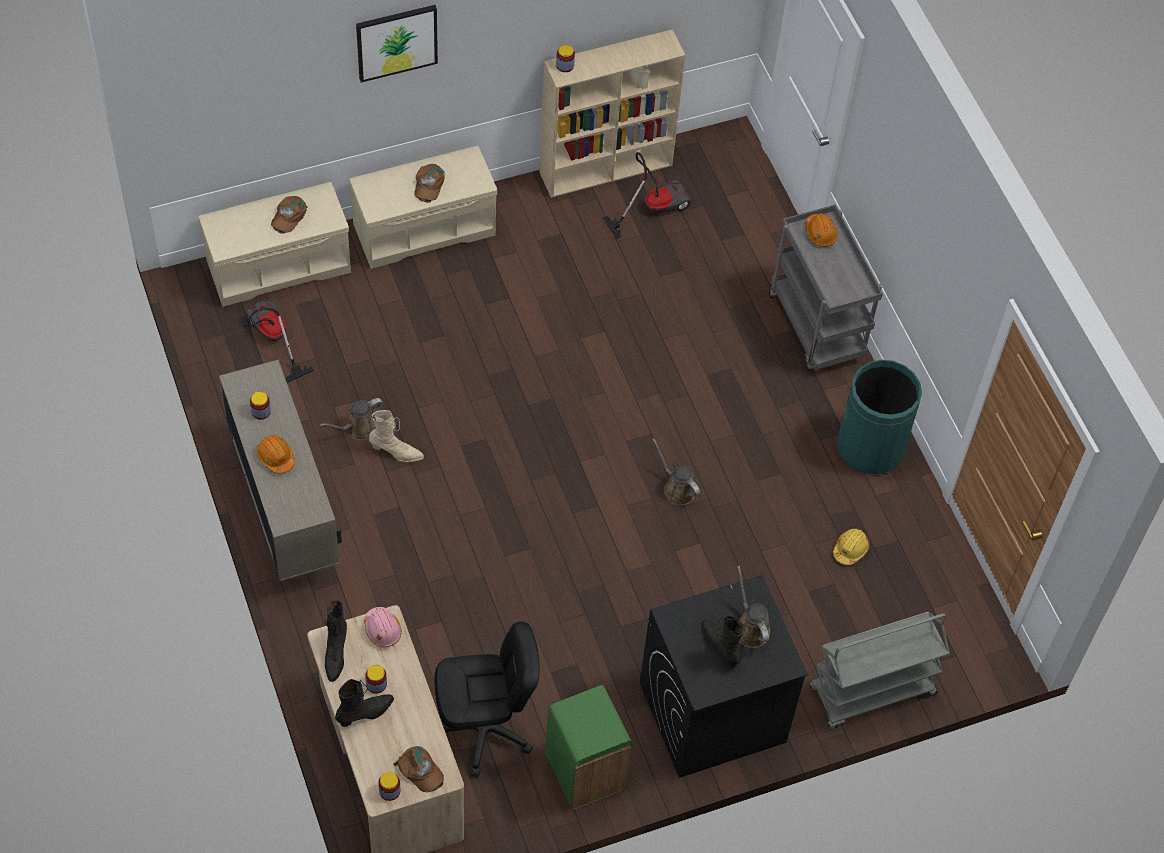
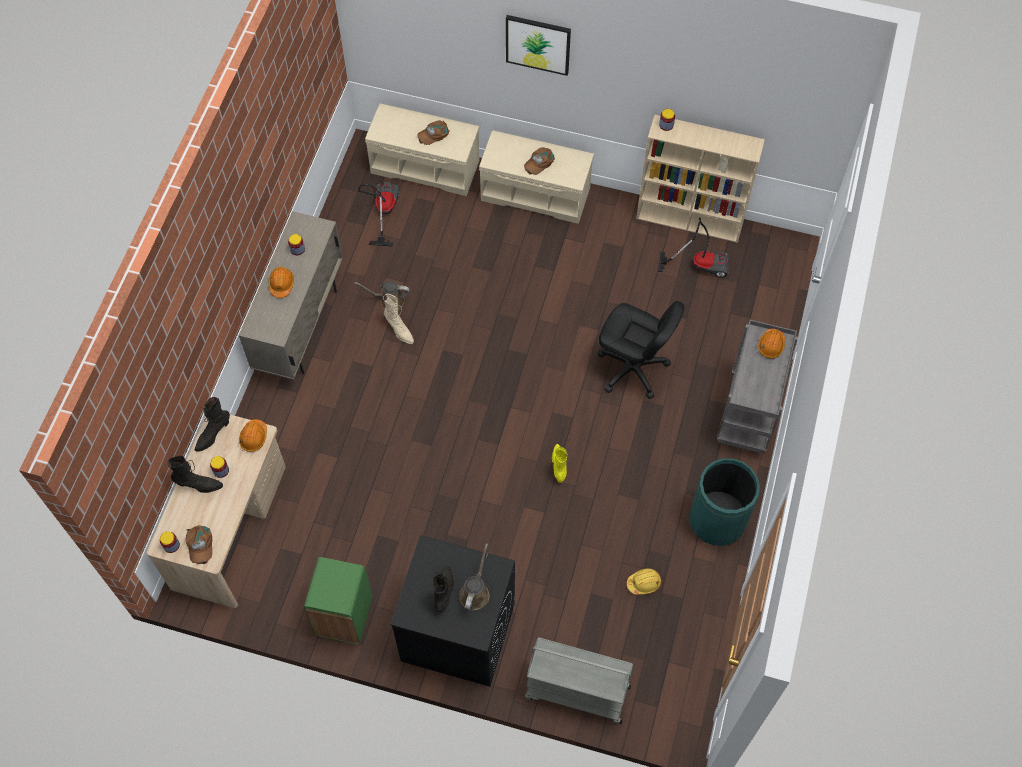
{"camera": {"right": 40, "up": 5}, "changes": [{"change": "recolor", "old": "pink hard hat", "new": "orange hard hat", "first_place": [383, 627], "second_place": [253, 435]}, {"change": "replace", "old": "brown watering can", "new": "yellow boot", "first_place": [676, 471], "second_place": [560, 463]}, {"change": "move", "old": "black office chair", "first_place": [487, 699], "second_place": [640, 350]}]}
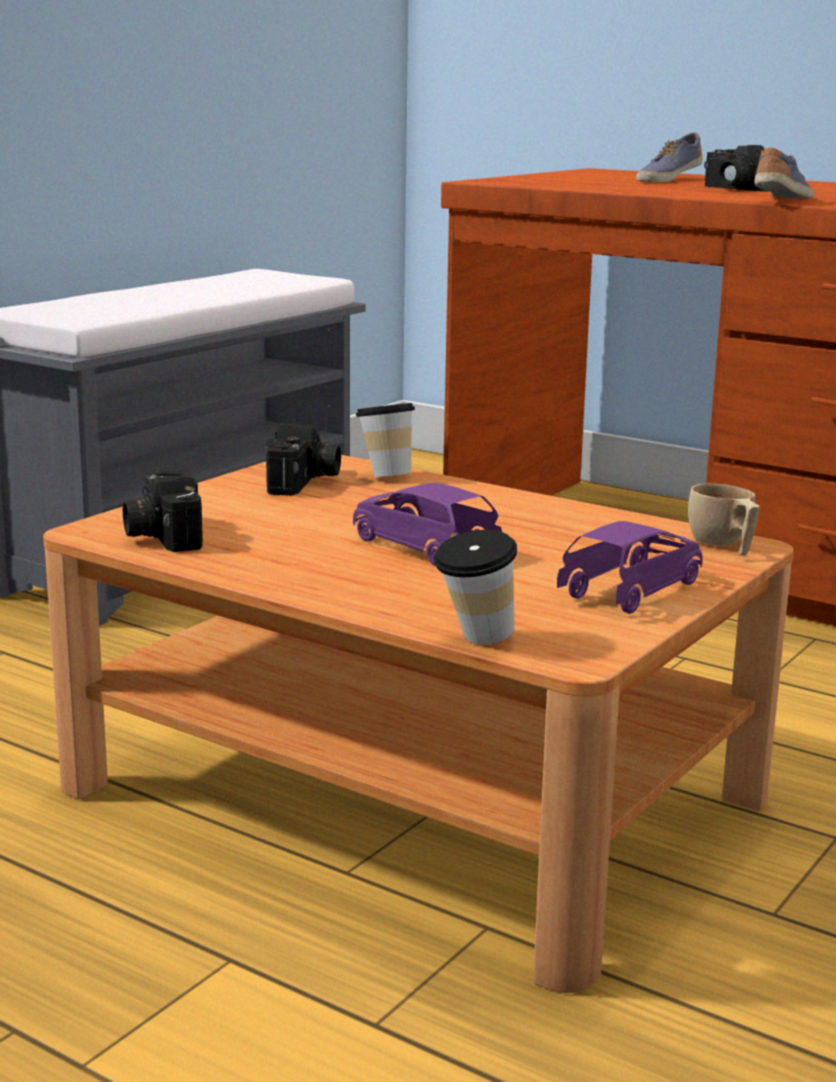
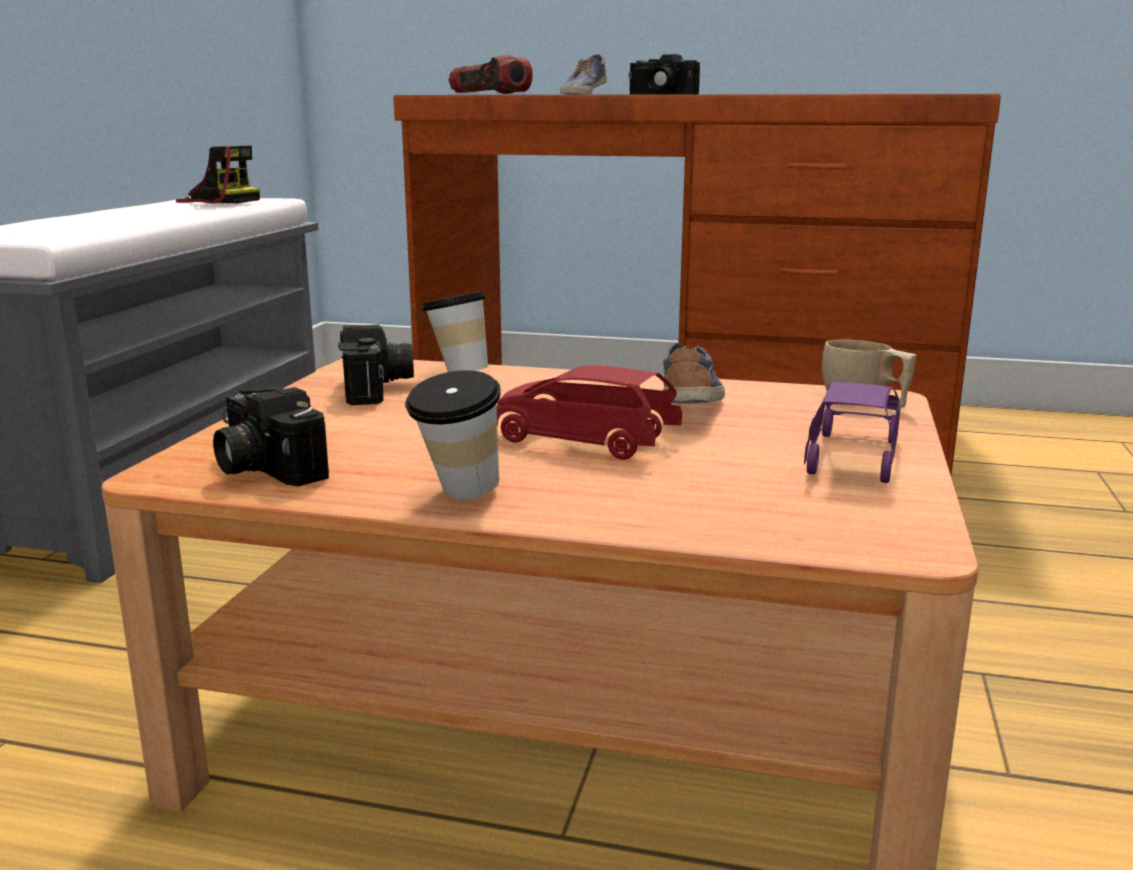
{"camera": {"right": -20, "up": 0}, "changes": [{"change": "insert", "new": "photo camera", "second_place": [218, 175]}, {"change": "move", "old": "cup", "first_place": [475, 587], "second_place": [453, 435]}, {"change": "insert", "new": "flashlight", "second_place": [491, 74]}, {"change": "recolor", "old": "purple toy car", "new": "red toy car", "first_place": [427, 524], "second_place": [589, 412]}, {"change": "move", "old": "shoe", "first_place": [784, 173], "second_place": [694, 373]}]}
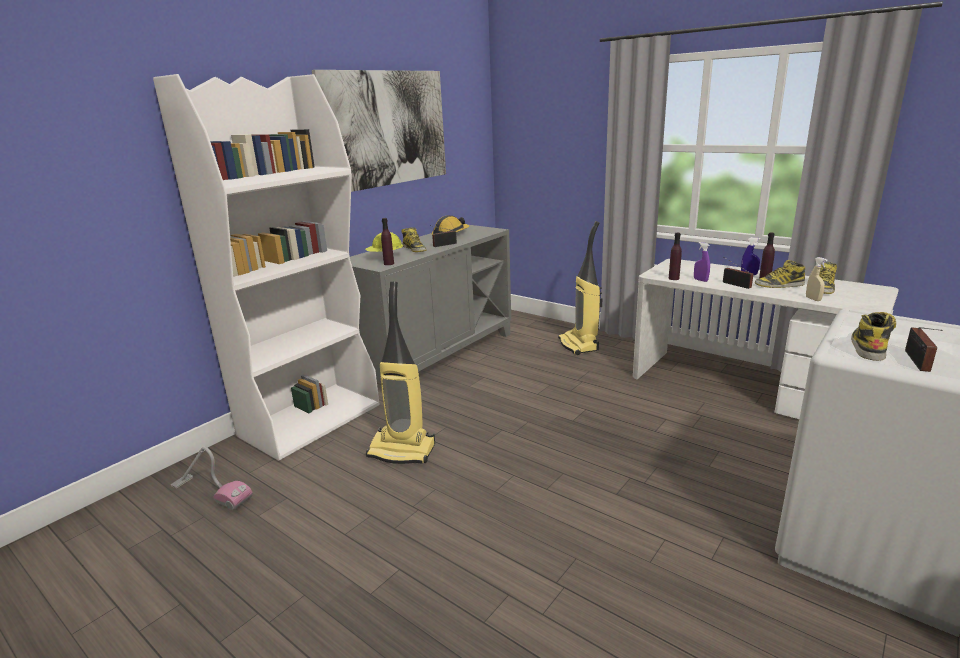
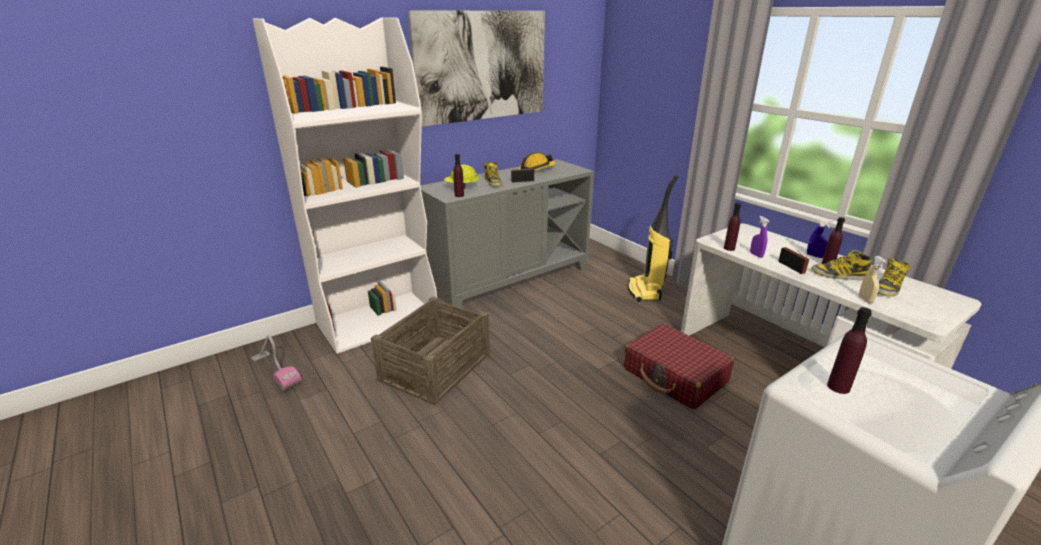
{"camera": {"right": 15, "up": 5}, "changes": [{"change": "replace", "old": "vacuum cleaner", "new": "crate", "first_place": [400, 372], "second_place": [430, 350]}, {"change": "insert", "new": "red suitcase", "second_place": [679, 366]}, {"change": "replace", "old": "boot", "new": "purple bottle", "first_place": [873, 336], "second_place": [849, 350]}, {"change": "delete", "old": "radio", "first_place": [924, 349]}]}
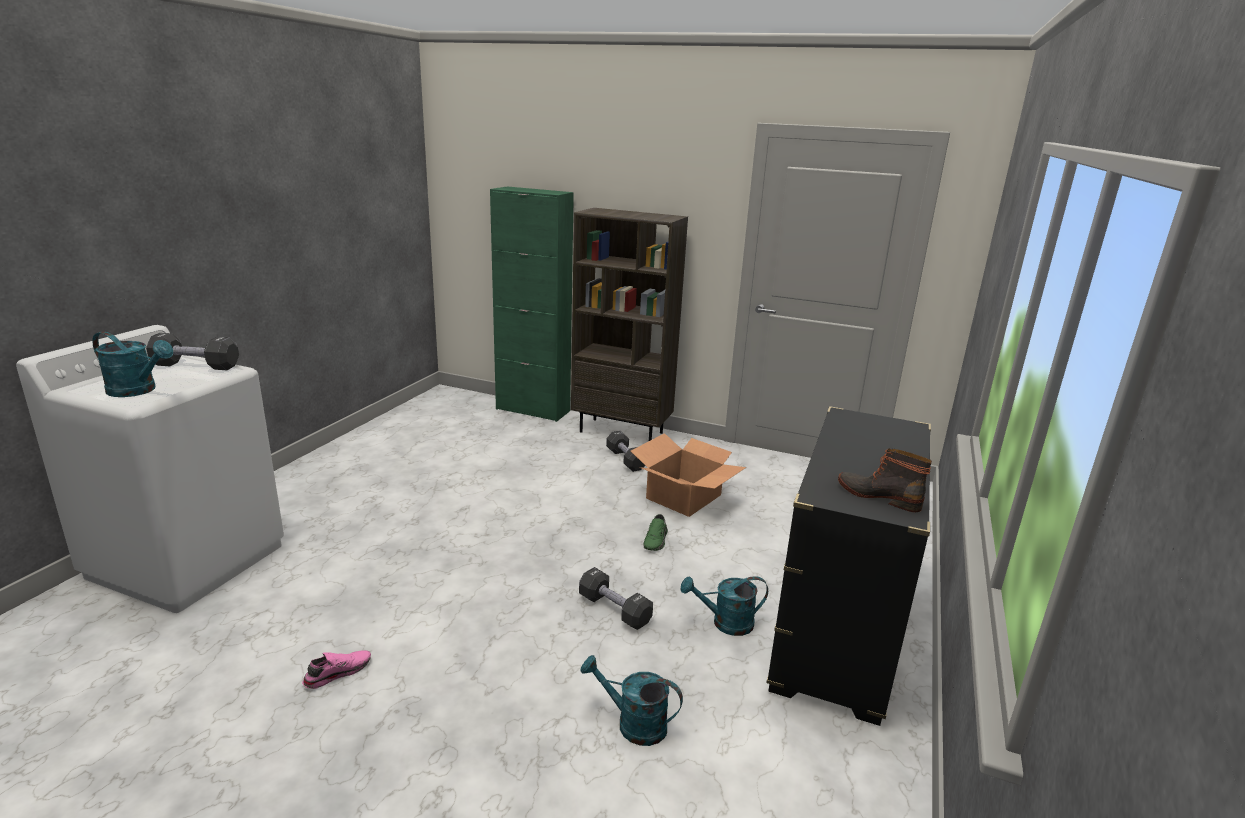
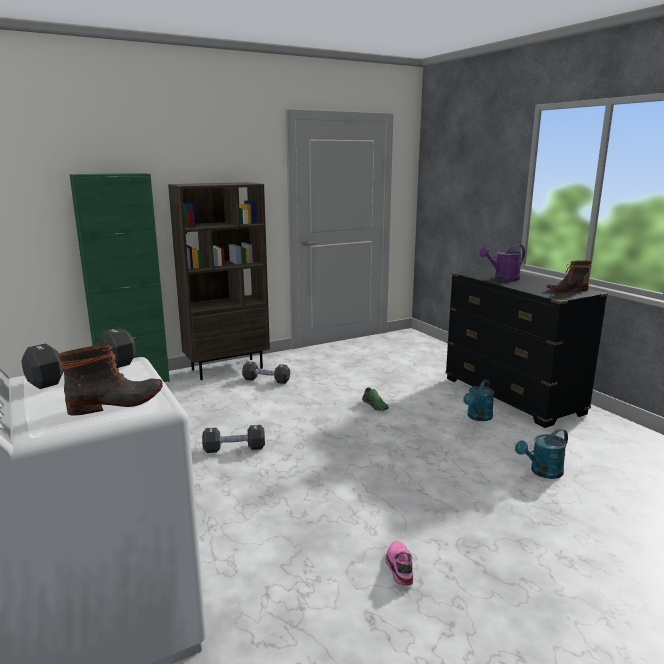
{"camera": {"right": -50, "up": -5}, "changes": [{"change": "replace", "old": "turquoise watering can", "new": "boot", "first_place": [132, 364], "second_place": [110, 380]}, {"change": "move", "old": "black dumbbell", "first_place": [616, 598], "second_place": [233, 439]}, {"change": "insert", "new": "purple watering can", "second_place": [502, 262]}, {"change": "delete", "old": "cardboard box", "first_place": [688, 475]}]}
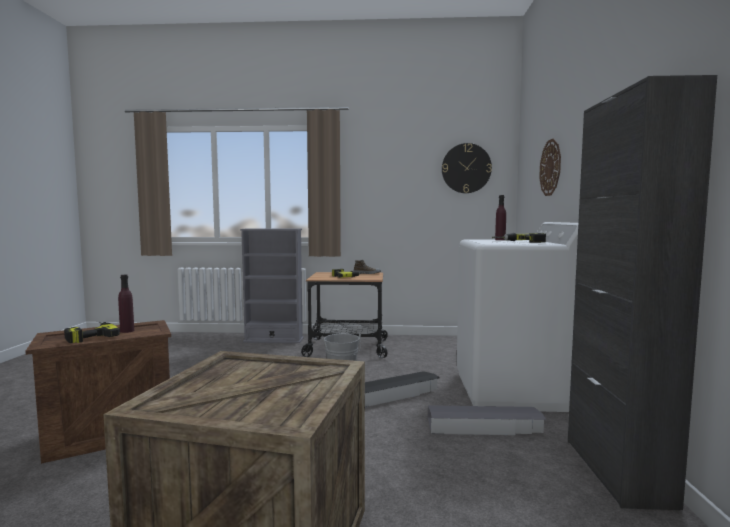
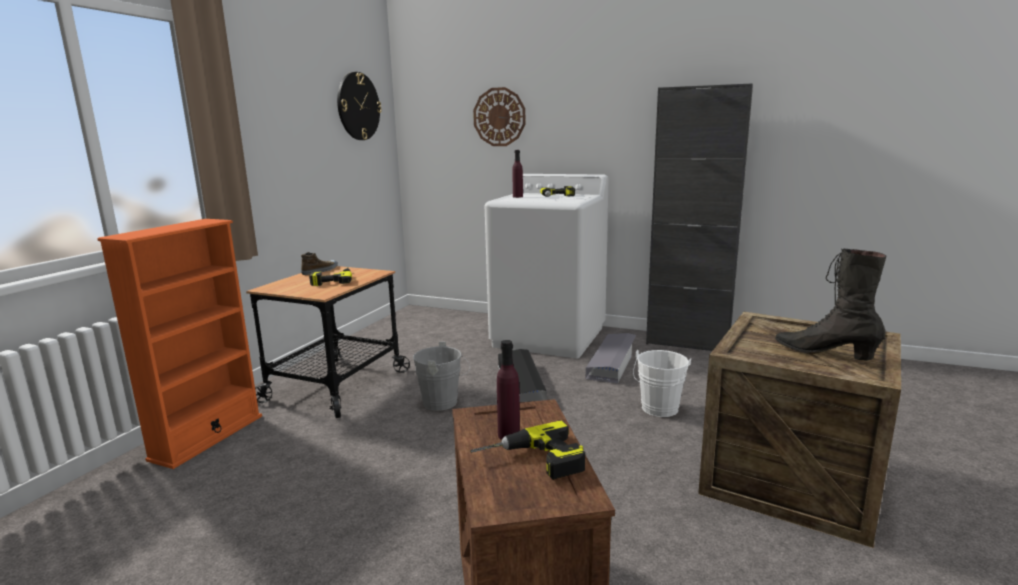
{"camera": {"right": -70, "up": 10}, "changes": [{"change": "recolor", "old": "grey bookcase", "new": "orange bookcase", "first_place": [272, 285], "second_place": [179, 344]}, {"change": "insert", "new": "white bucket", "second_place": [662, 383]}, {"change": "insert", "new": "black boot", "second_place": [831, 304]}]}
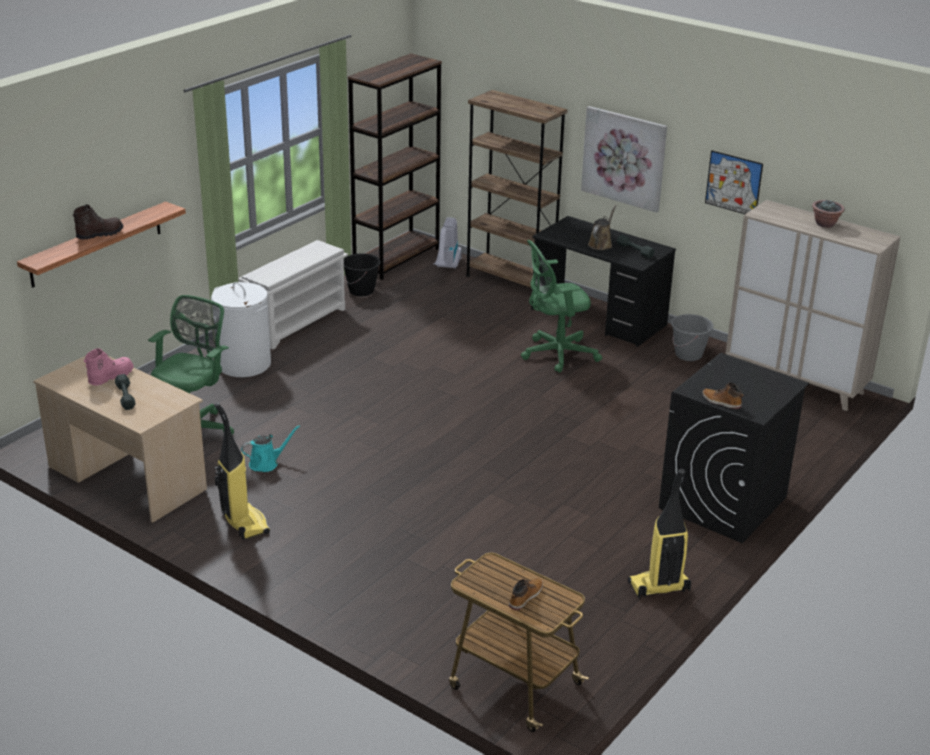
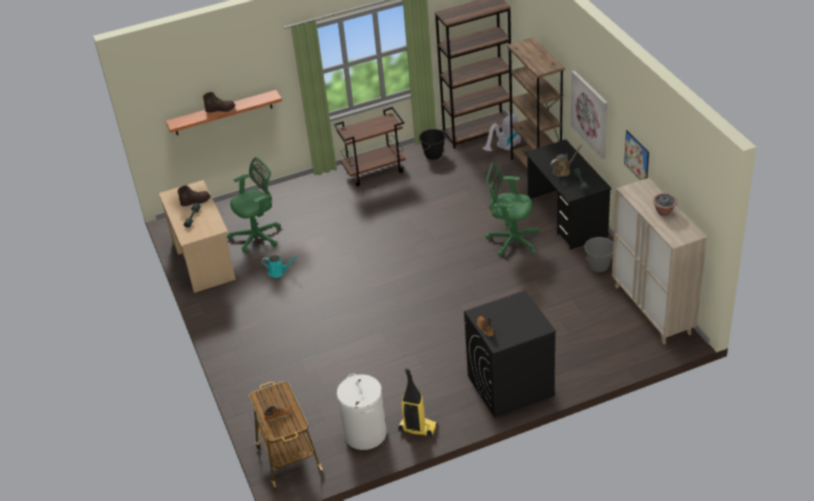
{"camera": {"right": 35, "up": 10}, "changes": [{"change": "recolor", "old": "pink boot", "new": "brown boot", "first_place": [109, 366], "second_place": [194, 195]}, {"change": "replace", "old": "white shoe rack", "new": "brown cart", "first_place": [293, 294], "second_place": [370, 147]}, {"change": "move", "old": "white laundry basket", "first_place": [241, 329], "second_place": [362, 412]}, {"change": "delete", "old": "vacuum cleaner", "first_place": [242, 471]}]}
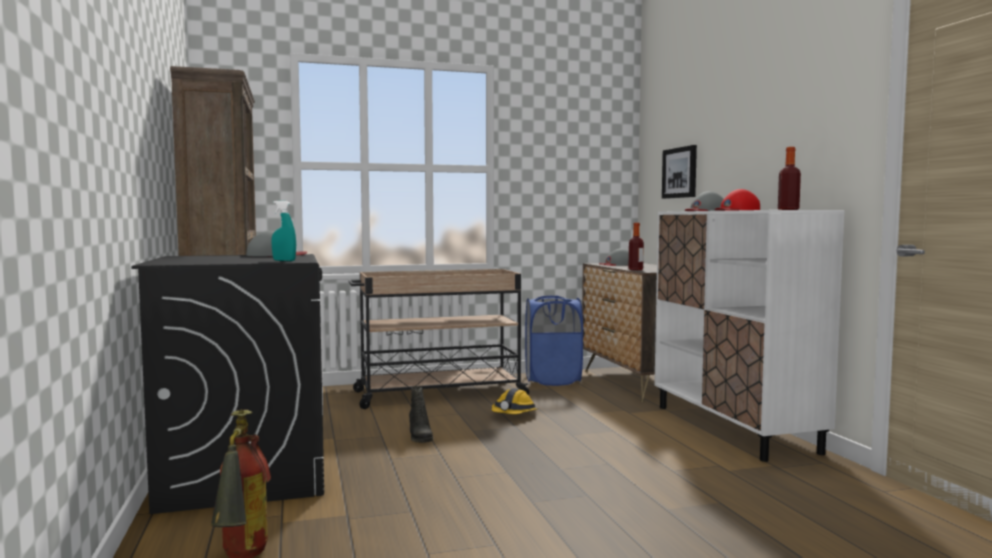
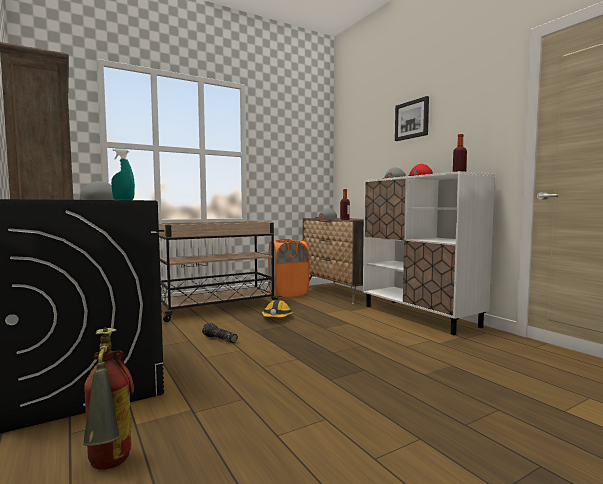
{"camera": {"right": -15, "up": 0}, "changes": [{"change": "replace", "old": "black boot", "new": "flashlight", "first_place": [421, 414], "second_place": [220, 333]}, {"change": "recolor", "old": "blue laundry basket", "new": "orange laundry basket", "first_place": [554, 341], "second_place": [288, 268]}, {"change": "move", "old": "picture", "first_place": [679, 172], "second_place": [412, 118]}]}
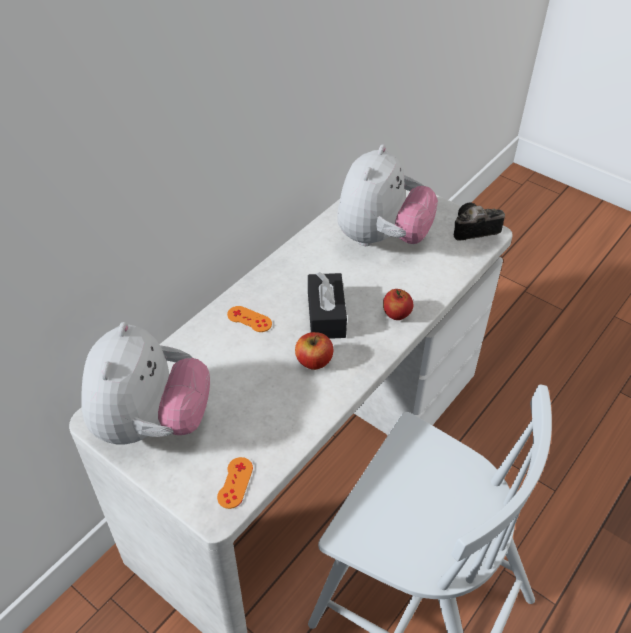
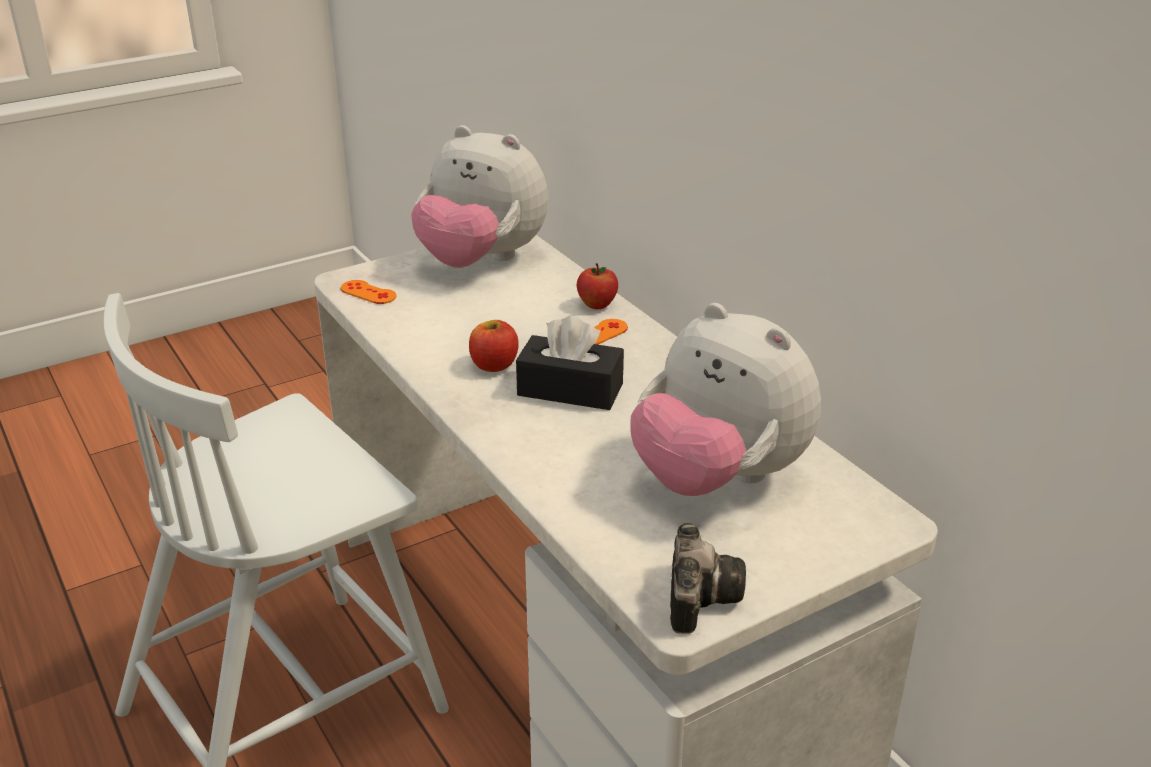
{"camera": {"right": 110, "up": -15}, "changes": [{"change": "move", "old": "apple", "first_place": [398, 304], "second_place": [597, 286]}]}
